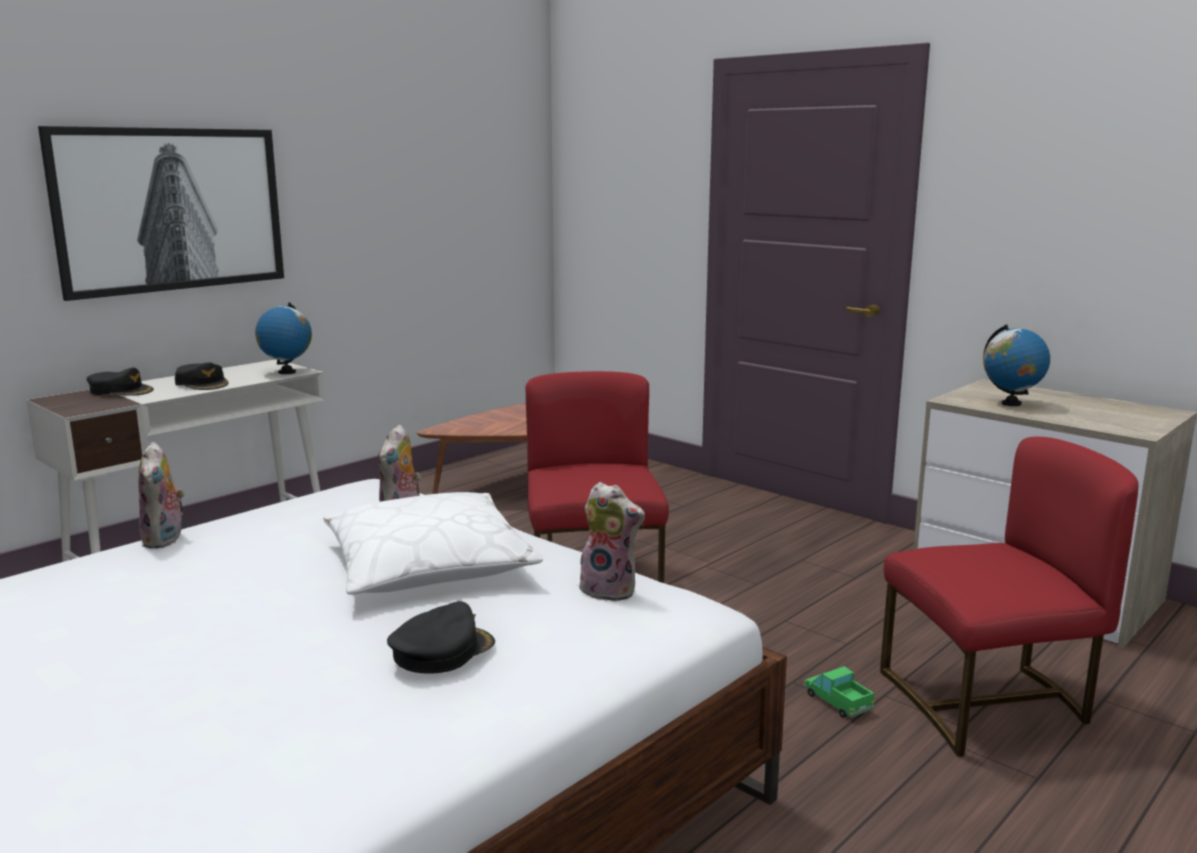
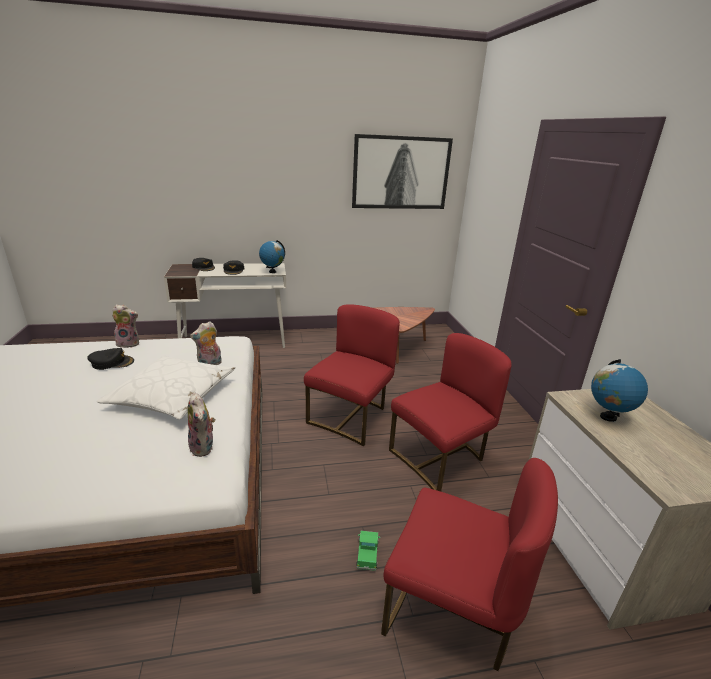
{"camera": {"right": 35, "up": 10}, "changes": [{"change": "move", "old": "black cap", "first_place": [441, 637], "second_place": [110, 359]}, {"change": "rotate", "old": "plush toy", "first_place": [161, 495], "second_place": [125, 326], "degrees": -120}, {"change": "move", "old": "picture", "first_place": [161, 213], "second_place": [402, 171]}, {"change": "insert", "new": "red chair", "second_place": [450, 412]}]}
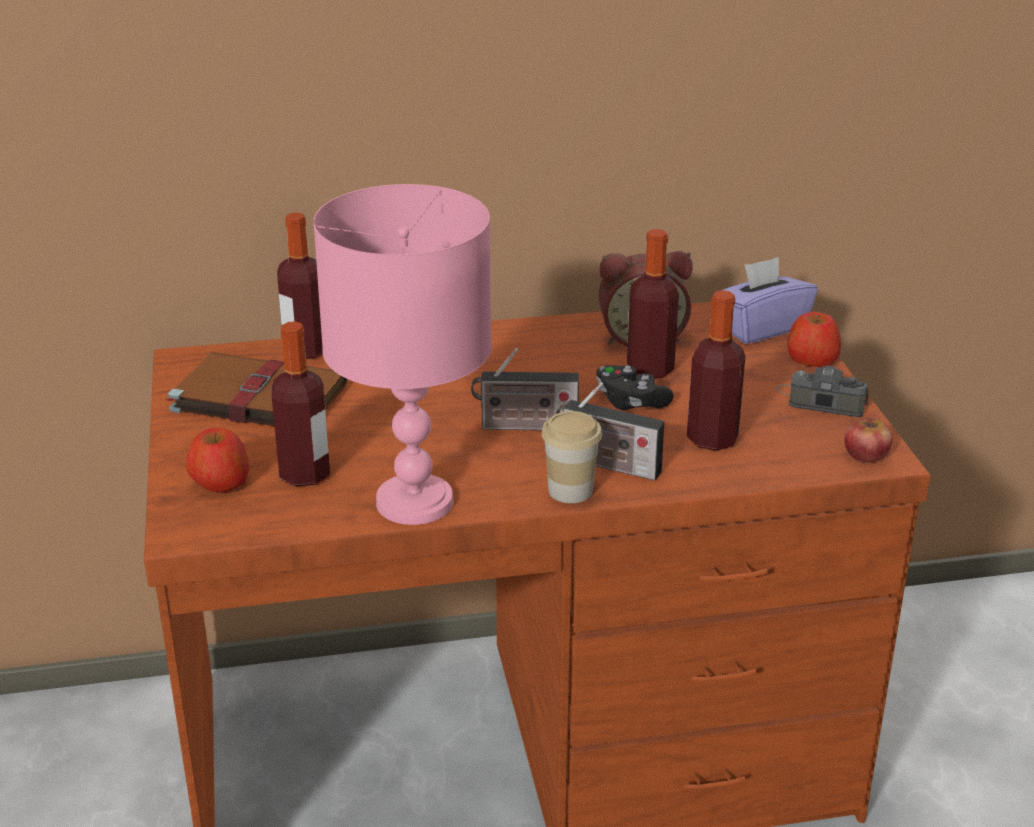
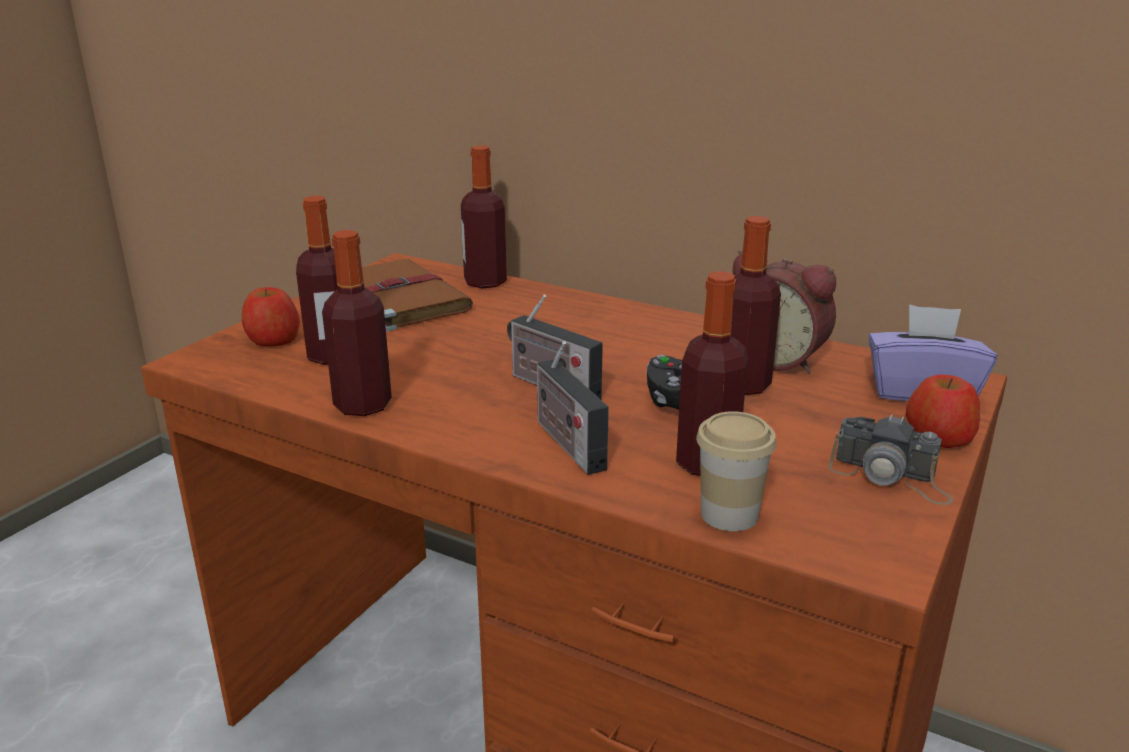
{"camera": {"right": 40, "up": -5}, "changes": [{"change": "replace", "old": "pink table lamp", "new": "bottle", "first_place": [402, 354], "second_place": [357, 323]}, {"change": "move", "old": "cup", "first_place": [571, 457], "second_place": [736, 471]}, {"change": "rotate", "old": "photo camera", "first_place": [822, 391], "second_place": [890, 459], "degrees": 150}, {"change": "delete", "old": "apple", "first_place": [868, 440]}]}
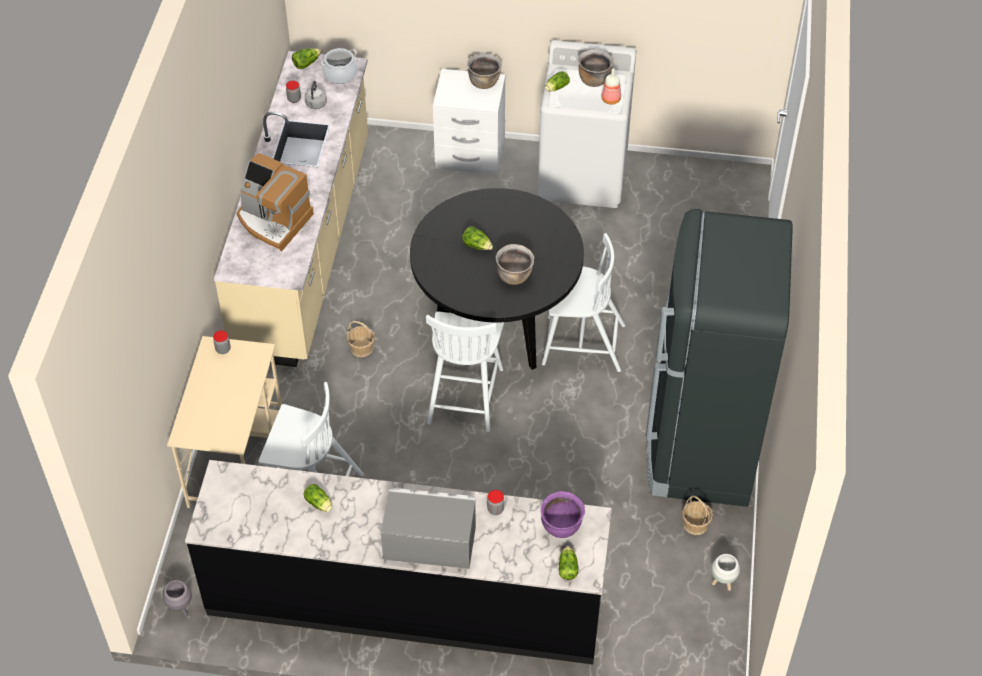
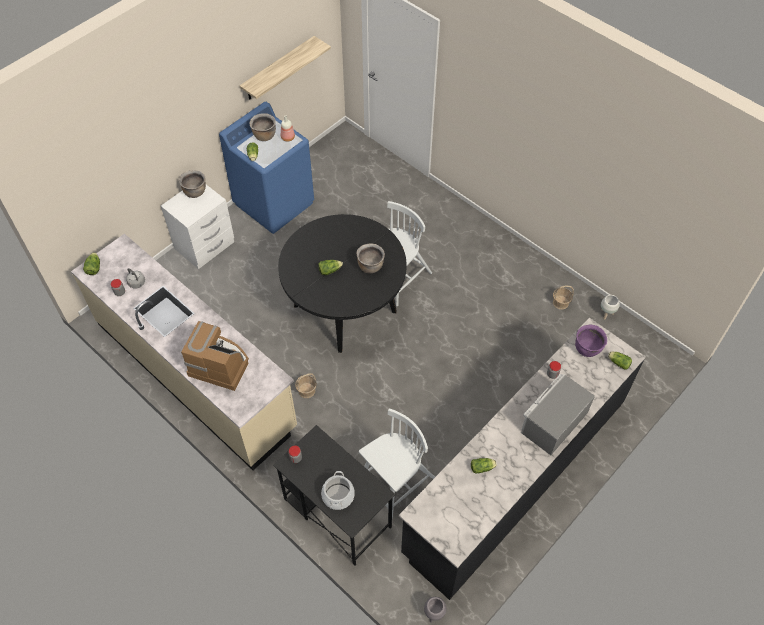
{"camera": {"right": -55, "up": 5}, "changes": [{"change": "rotate", "old": "coffee machine", "first_place": [275, 202], "second_place": [215, 356], "degrees": -135}, {"change": "recolor", "old": "white washing machine", "new": "blue washing machine", "first_place": [587, 124], "second_place": [266, 168]}, {"change": "insert", "new": "shelf", "second_place": [285, 67]}, {"change": "recolor", "old": "beige desk", "new": "black desk", "first_place": [224, 422], "second_place": [334, 495]}, {"change": "move", "old": "cooking pot", "first_place": [339, 66], "second_place": [338, 490]}, {"change": "delete", "old": "white chair", "first_place": [465, 371]}, {"change": "delete", "old": "black fridge", "first_place": [719, 358]}]}
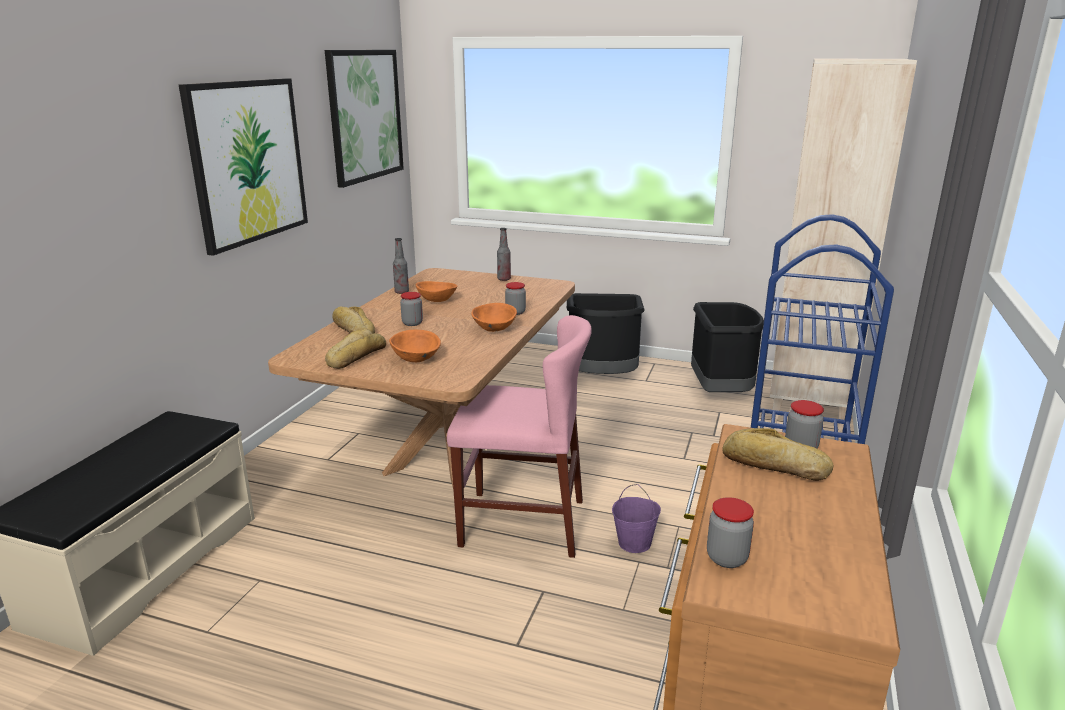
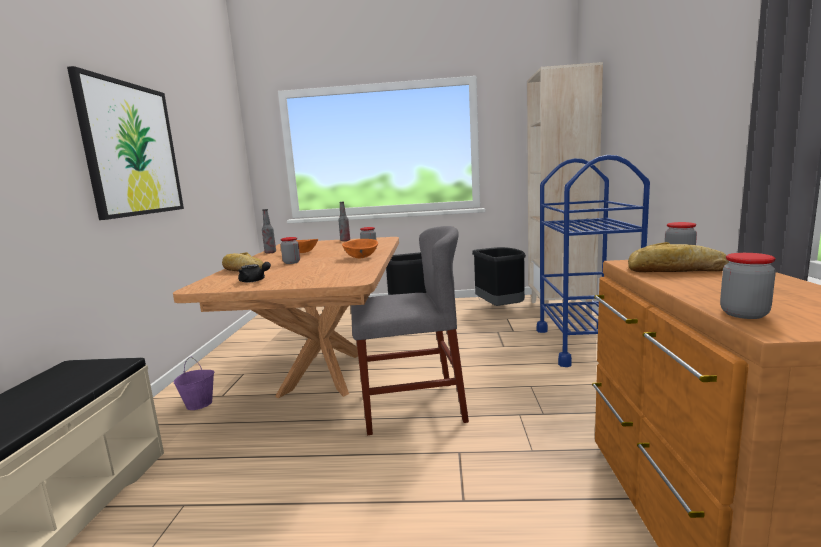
{"camera": {"right": -15, "up": -10}, "changes": [{"change": "move", "old": "purple bucket", "first_place": [636, 518], "second_place": [194, 383]}, {"change": "replace", "old": "bread", "new": "black teapot", "first_place": [355, 349], "second_place": [254, 272]}, {"change": "recolor", "old": "pink chair", "new": "grey chair", "first_place": [519, 436], "second_place": [410, 330]}, {"change": "delete", "old": "picture", "first_place": [364, 119]}, {"change": "delete", "old": "orange bowl", "first_place": [415, 346]}]}
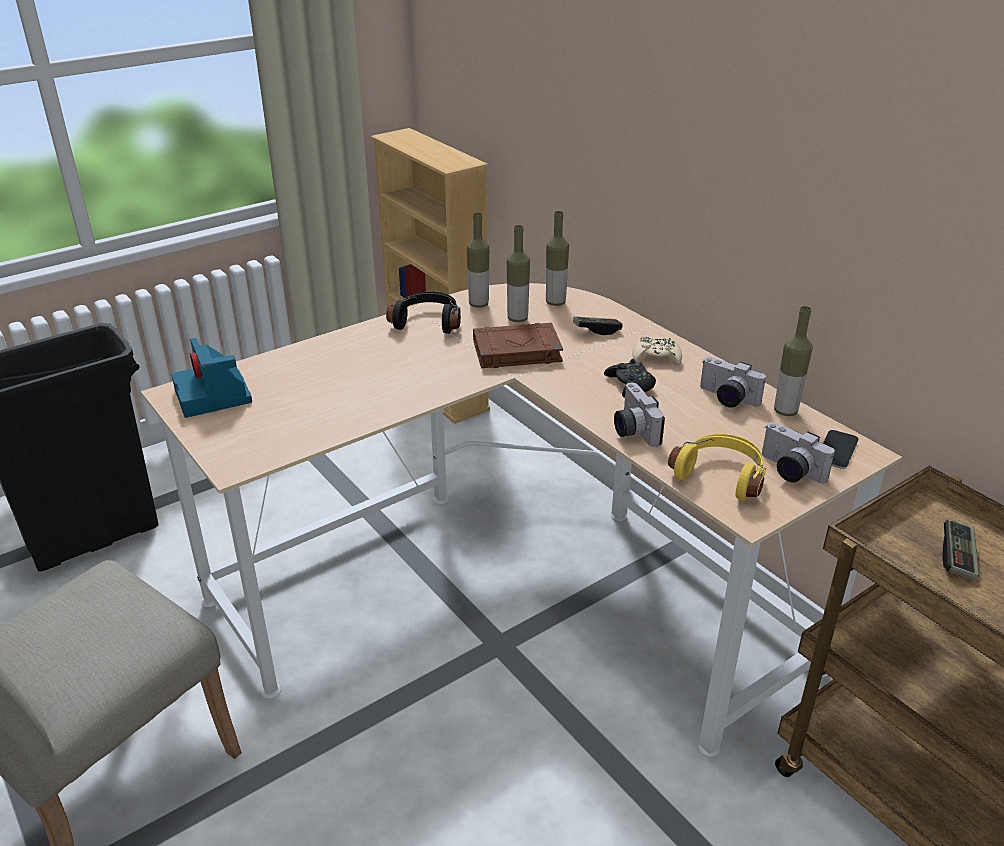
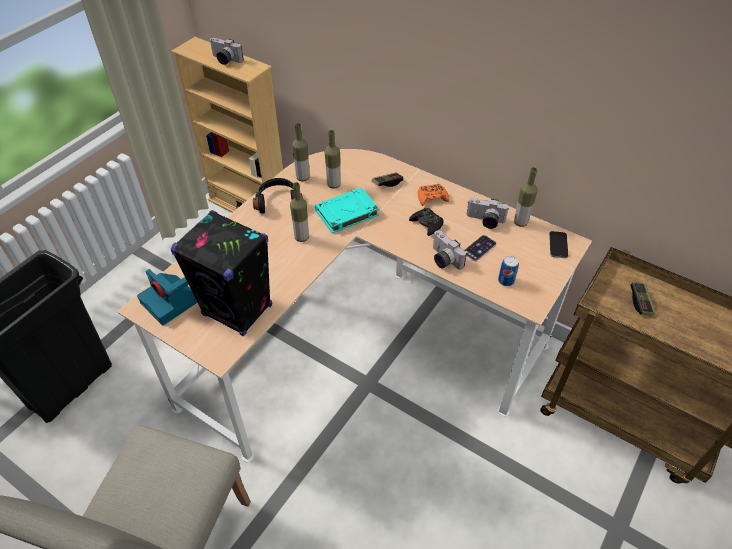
{"camera": {"right": -20, "up": 15}, "changes": [{"change": "insert", "new": "black speaker", "second_place": [221, 273]}, {"change": "move", "old": "photo camera", "first_place": [798, 452], "second_place": [226, 51]}, {"change": "move", "old": "bottle", "first_place": [557, 258], "second_place": [299, 212]}, {"change": "recolor", "old": "brown book", "new": "turquoise book", "first_place": [518, 345], "second_place": [347, 210]}, {"change": "recolor", "old": "beige game controller", "new": "orange game controller", "first_place": [657, 351], "second_place": [434, 195]}, {"change": "insert", "new": "phone", "second_place": [480, 248]}, {"change": "replace", "old": "yellow headphones", "new": "can", "first_place": [717, 467], "second_place": [508, 271]}]}
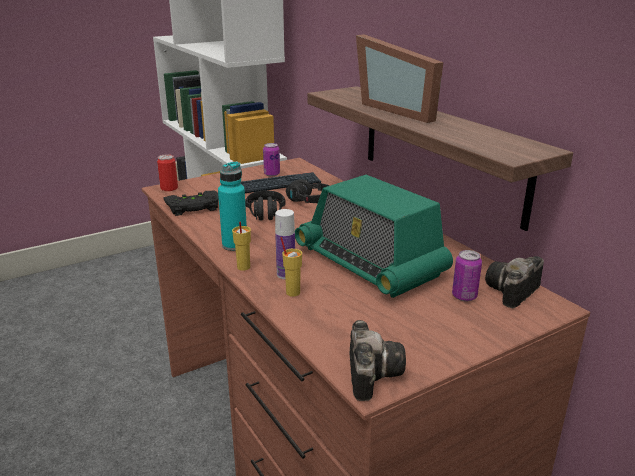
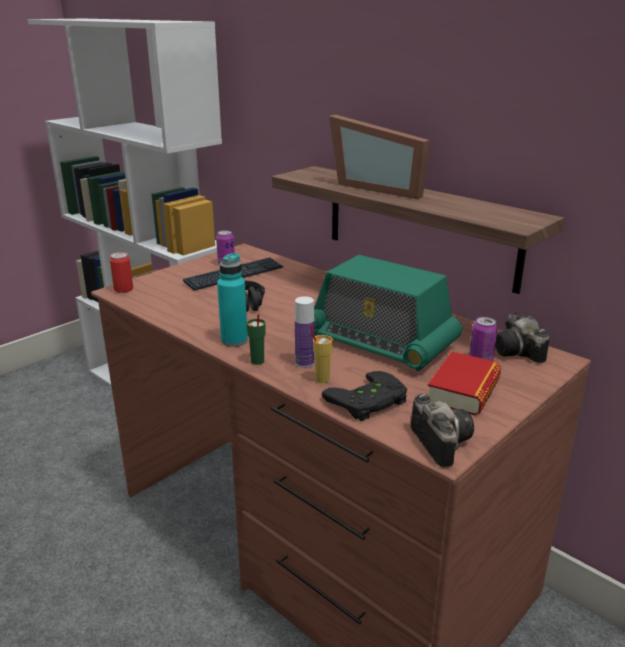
{"camera": {"right": -15, "up": 0}, "changes": [{"change": "recolor", "old": "yellow cup", "new": "green cup", "first_place": [241, 245], "second_place": [256, 339]}, {"change": "move", "old": "black game controller", "first_place": [191, 203], "second_place": [364, 396]}, {"change": "insert", "new": "book", "second_place": [464, 384]}, {"change": "rotate", "old": "photo camera", "first_place": [514, 282], "second_place": [522, 338], "degrees": -45}, {"change": "delete", "old": "black headphones", "first_place": [305, 191]}]}
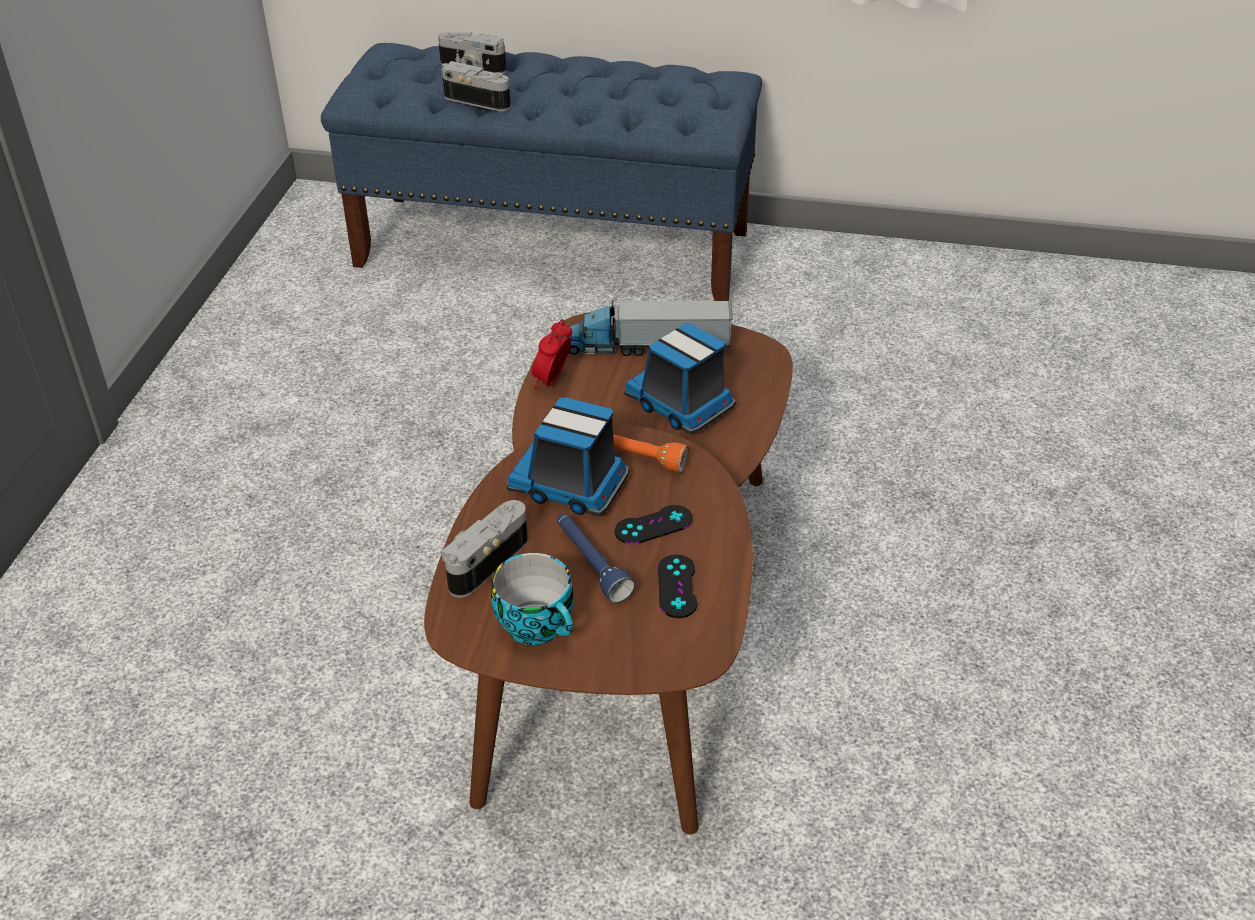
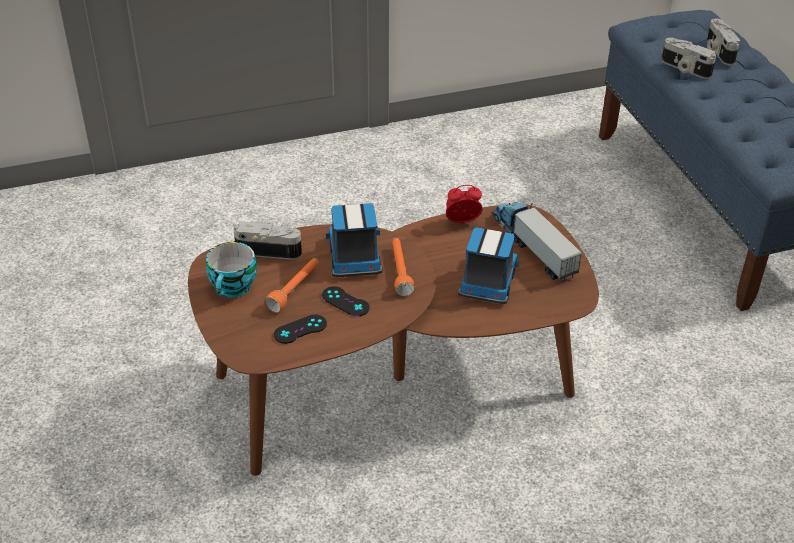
{"camera": {"right": 60, "up": 0}, "changes": [{"change": "recolor", "old": "blue flashlight", "new": "orange flashlight", "first_place": [596, 558], "second_place": [291, 285]}, {"change": "rotate", "old": "photo camera", "first_place": [476, 86], "second_place": [689, 58], "degrees": 135}]}
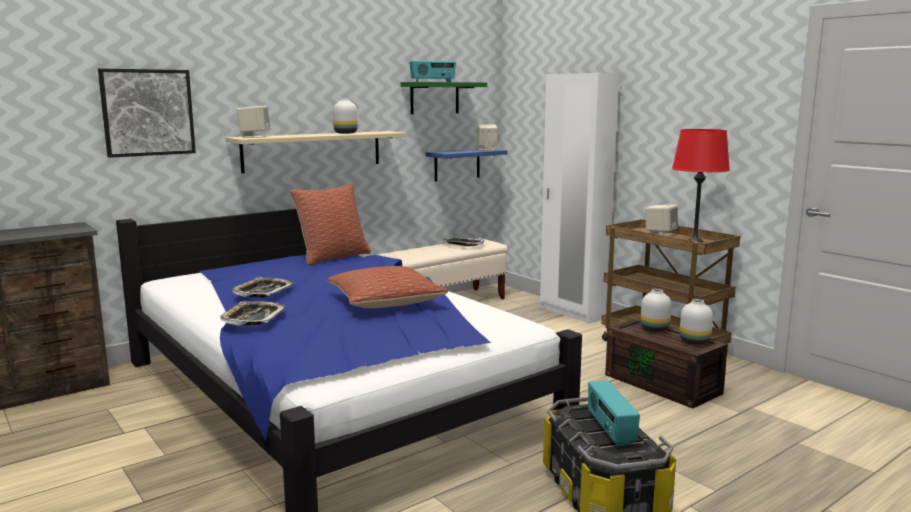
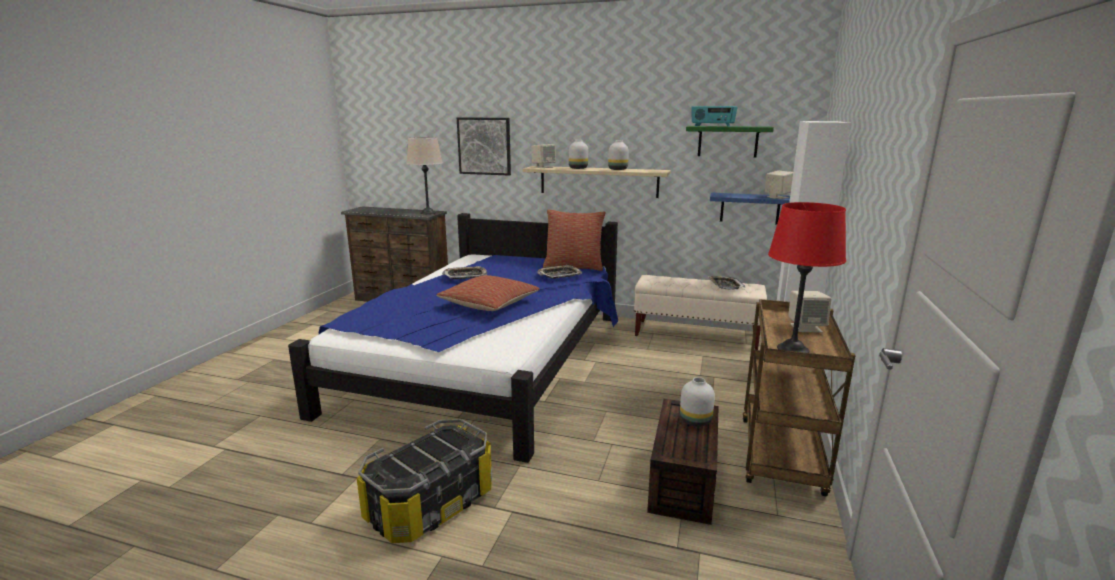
{"camera": {"right": 55, "up": 5}, "changes": [{"change": "insert", "new": "beige table lamp", "second_place": [424, 175]}, {"change": "move", "old": "tray", "first_place": [253, 313], "second_place": [559, 272]}, {"change": "move", "old": "white vase", "first_place": [696, 322], "second_place": [578, 154]}, {"change": "delete", "old": "radio", "first_place": [614, 413]}]}
